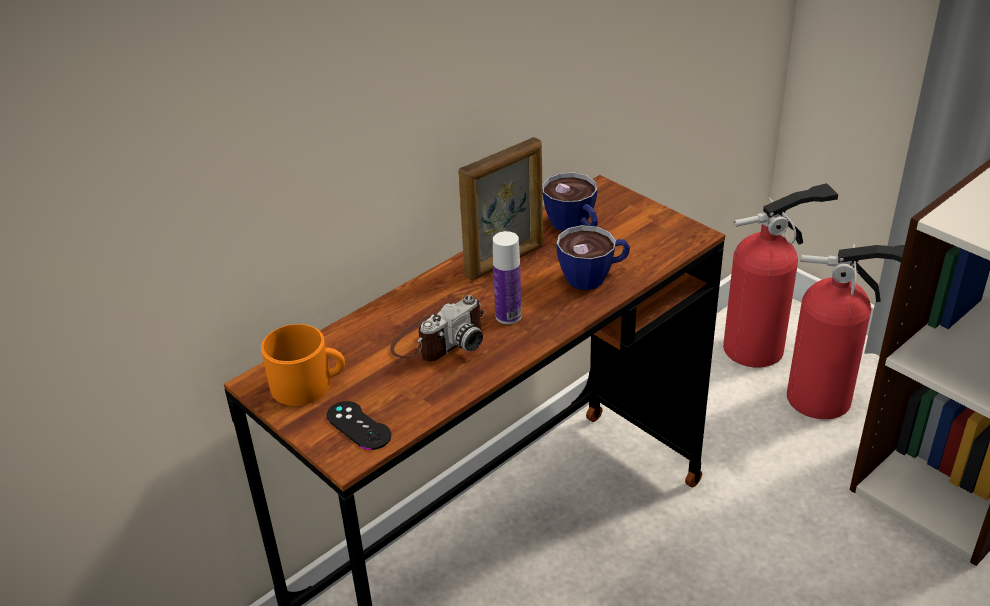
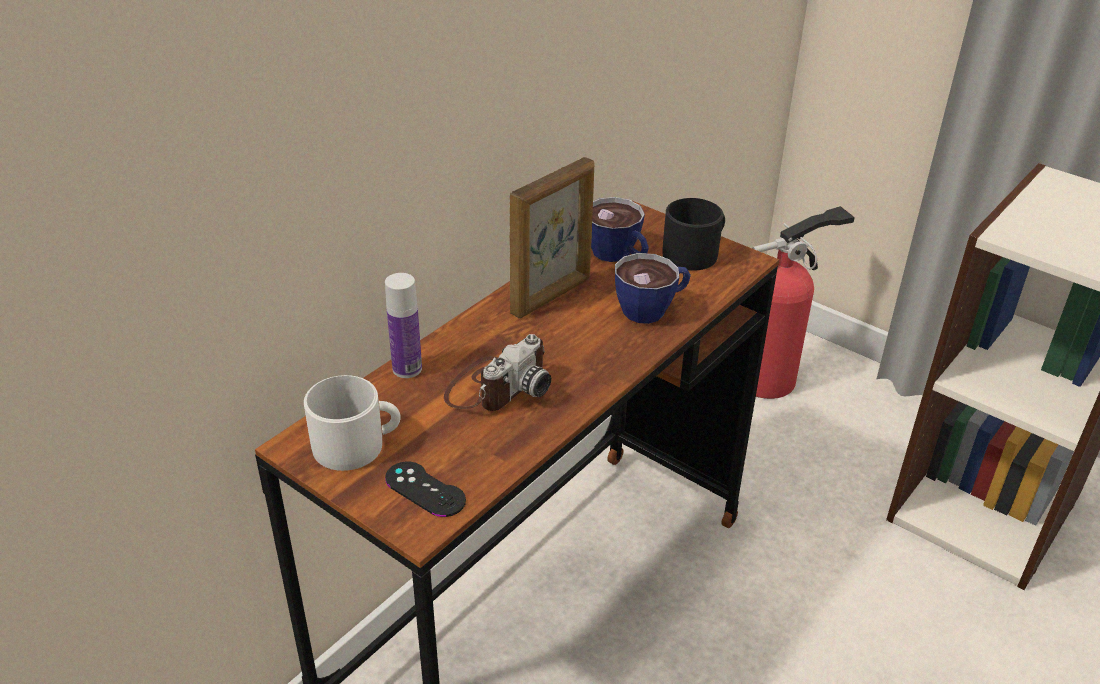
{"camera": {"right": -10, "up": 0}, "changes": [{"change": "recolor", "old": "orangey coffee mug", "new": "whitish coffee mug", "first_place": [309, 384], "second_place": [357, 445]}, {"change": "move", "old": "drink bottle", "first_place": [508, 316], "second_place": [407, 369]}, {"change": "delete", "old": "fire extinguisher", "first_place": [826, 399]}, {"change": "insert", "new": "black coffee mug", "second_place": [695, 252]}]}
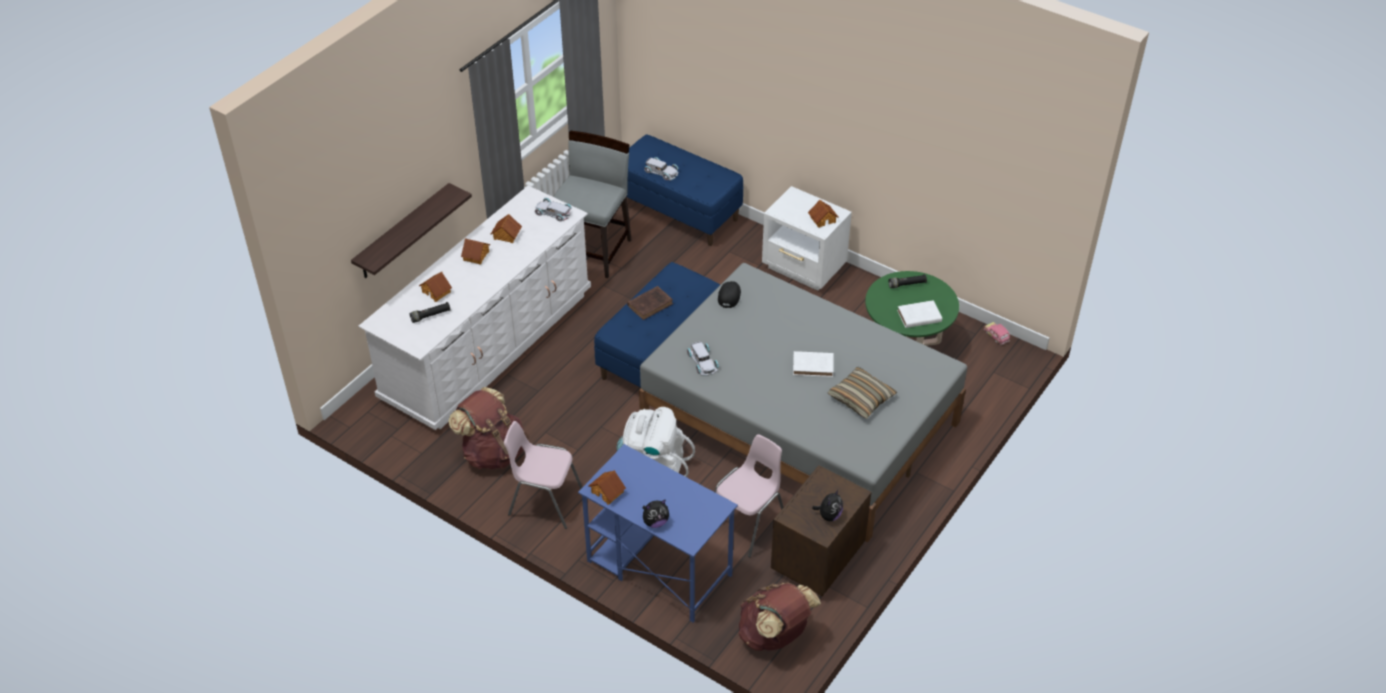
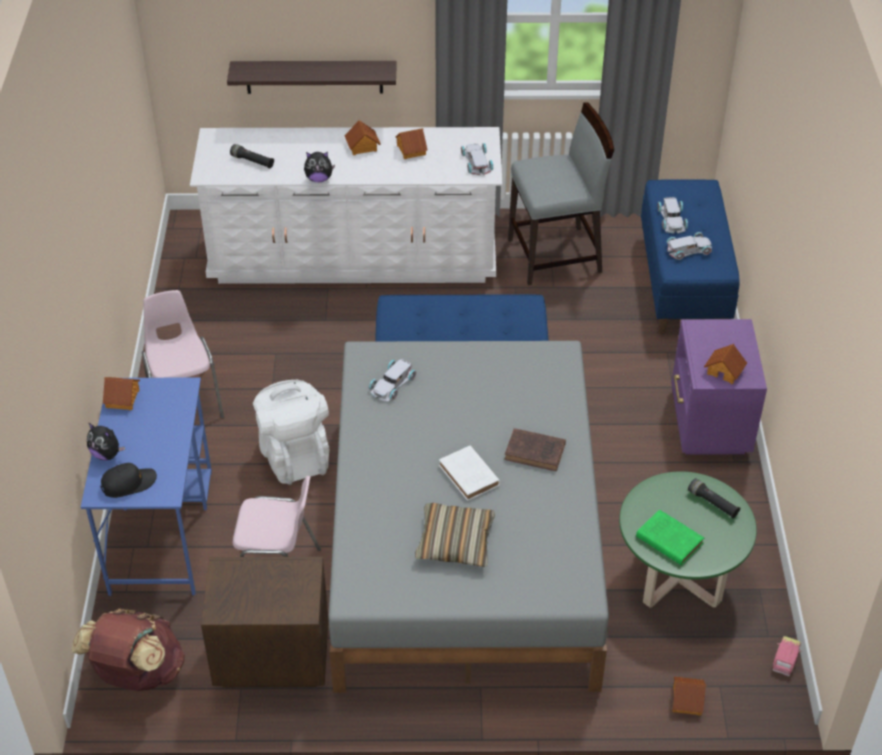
{"camera": {"right": 55, "up": 0}, "changes": [{"change": "move", "old": "model house", "first_place": [436, 291], "second_place": [687, 700]}, {"change": "delete", "old": "brownish knapsack", "first_place": [492, 452]}, {"change": "move", "old": "brownish book", "first_place": [651, 304], "second_place": [536, 452]}, {"change": "move", "old": "black baseball cap", "first_place": [729, 296], "second_place": [129, 483]}, {"change": "recolor", "old": "whitish night table", "new": "purplish night table", "first_place": [804, 268], "second_place": [708, 425]}, {"change": "move", "old": "plush toy", "first_place": [829, 515], "second_place": [319, 179]}, {"change": "recolor", "old": "whitish book", "new": "green book", "first_place": [918, 316], "second_place": [668, 539]}, {"change": "insert", "new": "whitish miniature car", "second_place": [689, 250]}]}
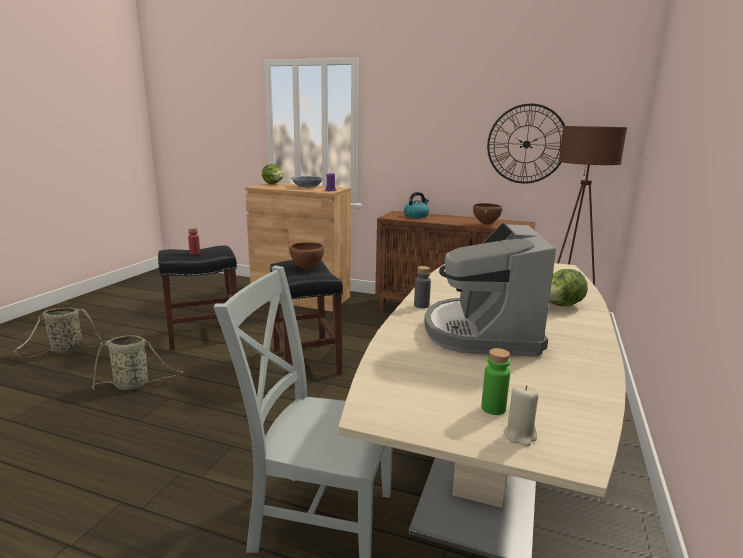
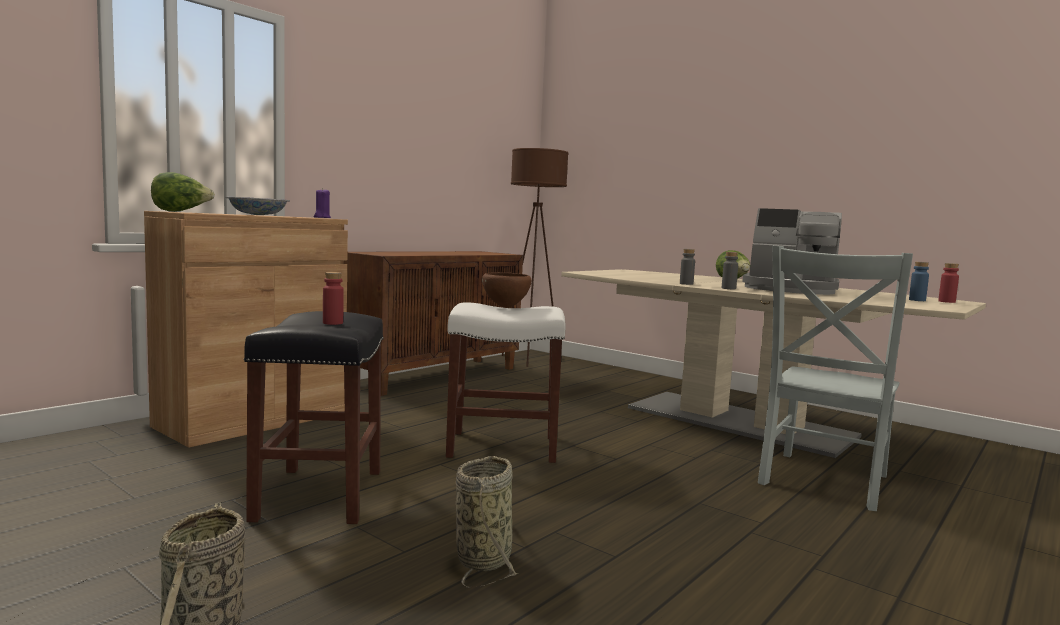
{"camera": {"right": -70, "up": -10}, "changes": [{"change": "recolor", "old": "black sitting stool", "new": "whitish sitting stool", "first_place": [305, 361], "second_place": [501, 447]}, {"change": "delete", "old": "kettle", "first_place": [416, 216]}, {"change": "delete", "old": "brownish serving bowl", "first_place": [486, 224]}, {"change": "recolor", "old": "green drink bottle", "new": "bluish drink bottle", "first_place": [493, 408], "second_place": [917, 300]}, {"change": "delete", "old": "clock on the wall", "first_place": [526, 144]}, {"change": "replace", "old": "beige wax light", "new": "red-coloured drink bottle", "first_place": [520, 435], "second_place": [946, 302]}, {"change": "insert", "new": "greyish drink bottle", "second_place": [686, 284]}]}
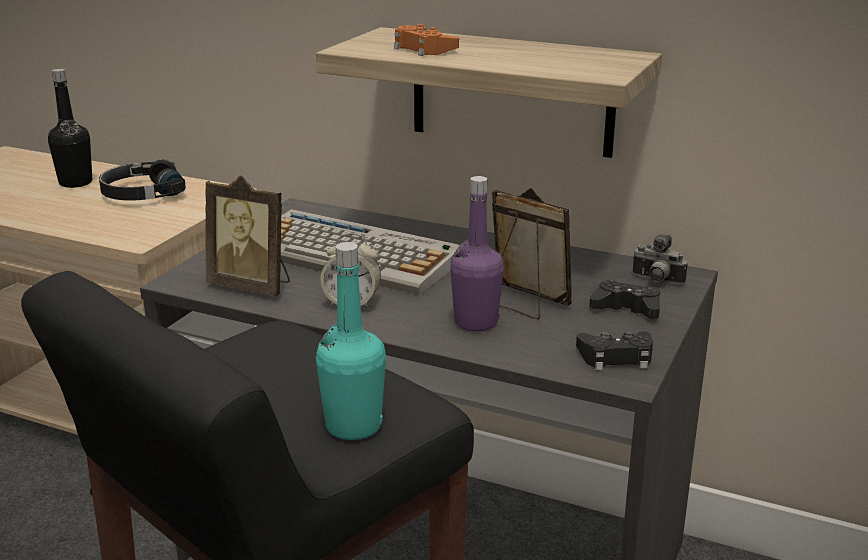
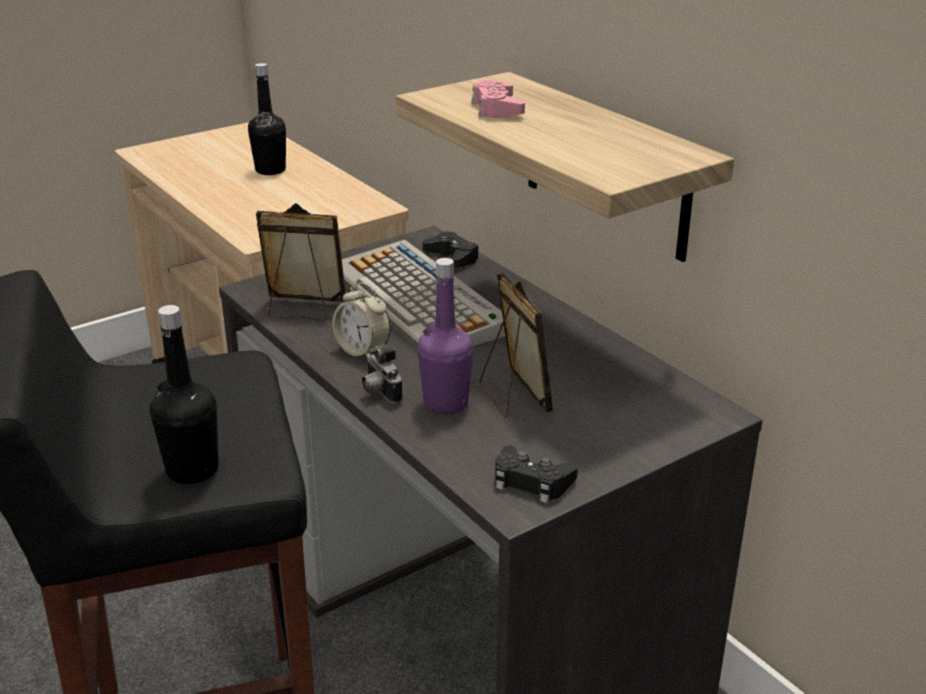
{"camera": {"right": 30, "up": 5}, "changes": [{"change": "delete", "old": "black pair of headphones", "first_place": [142, 193]}, {"change": "rotate", "old": "standing frame", "first_place": [252, 286], "second_place": [303, 309], "degrees": 135}, {"change": "recolor", "old": "blue-green drink bottle", "new": "black drink bottle", "first_place": [353, 426], "second_place": [192, 470]}, {"change": "recolor", "old": "orangey gamepad", "new": "pink-coloured gamepad", "first_place": [424, 49], "second_place": [496, 108]}, {"change": "move", "old": "black gamepad", "first_place": [626, 308], "second_place": [452, 257]}, {"change": "move", "old": "still camera", "first_place": [656, 281], "second_place": [379, 392]}]}
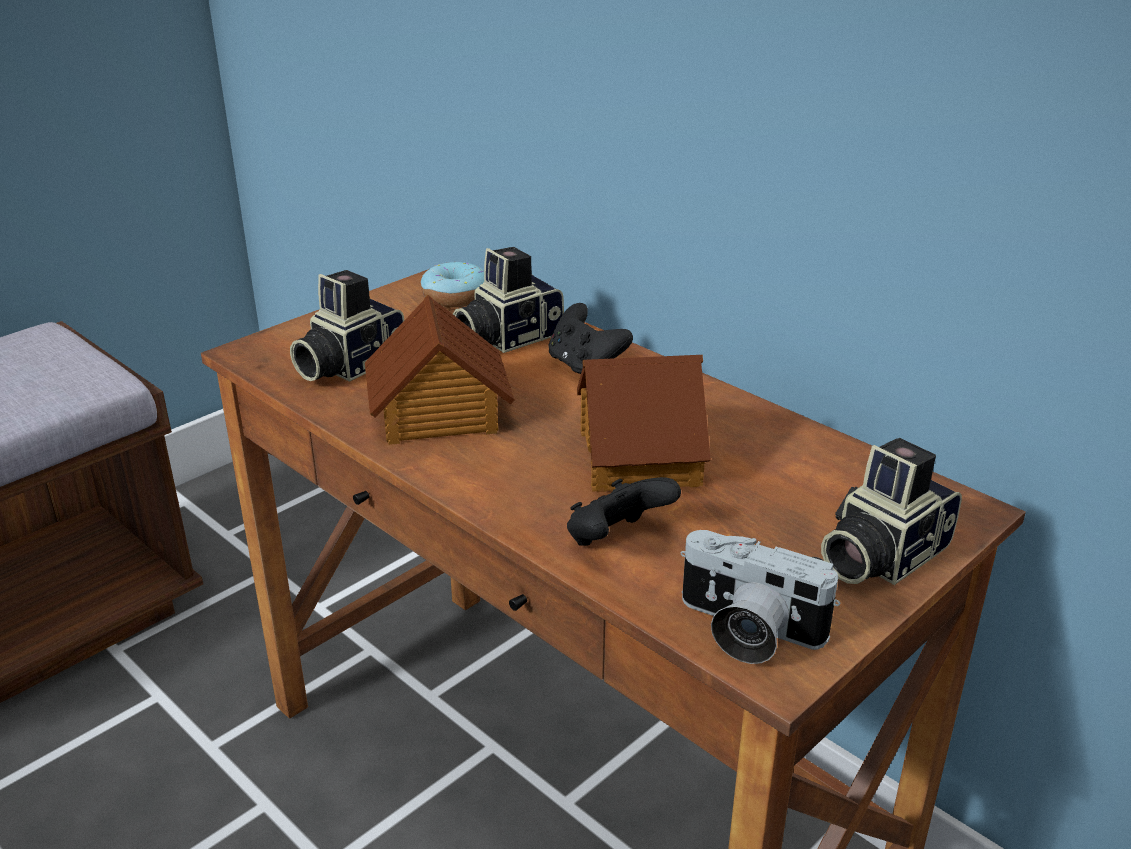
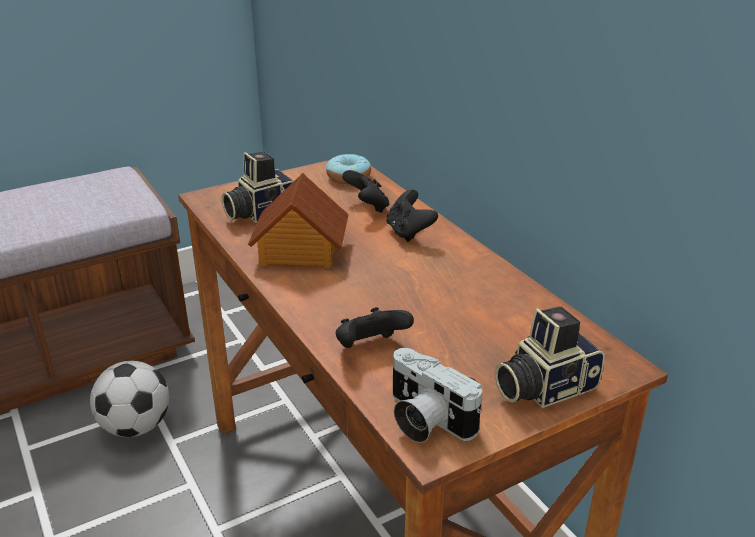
{"camera": {"right": 15, "up": 0}, "changes": [{"change": "replace", "old": "still camera", "new": "black gamepad", "first_place": [506, 337], "second_place": [367, 207]}, {"change": "delete", "old": "model house", "first_place": [641, 456]}, {"change": "insert", "new": "ball for football", "second_place": [136, 426]}]}
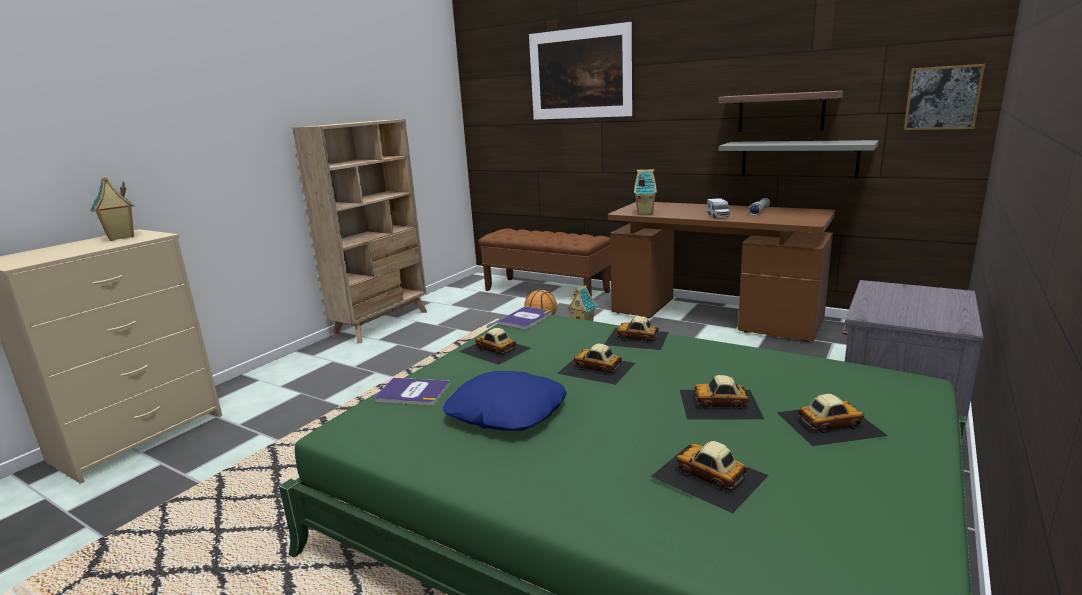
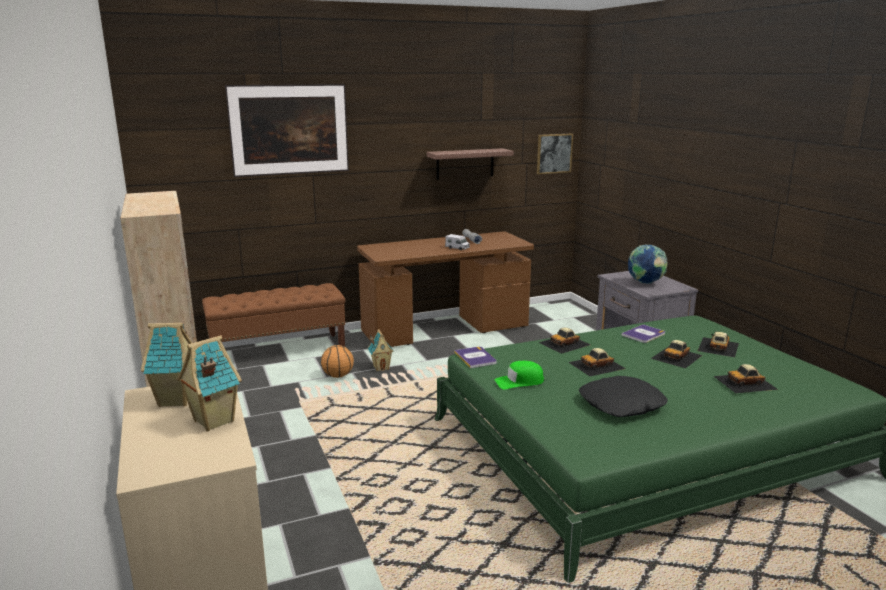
{"camera": {"right": -55, "up": 0}, "changes": [{"change": "move", "old": "book", "first_place": [412, 393], "second_place": [643, 334]}, {"change": "recolor", "old": "bluish cushion", "new": "black cushion", "first_place": [506, 412], "second_place": [622, 405]}, {"change": "replace", "old": "miniature car", "new": "green baseball cap", "first_place": [495, 350], "second_place": [519, 382]}, {"change": "move", "old": "model house", "first_place": [644, 213], "second_place": [212, 421]}, {"change": "delete", "old": "greyish wall shelf", "first_place": [798, 159]}, {"change": "insert", "new": "world globe", "second_place": [645, 283]}]}
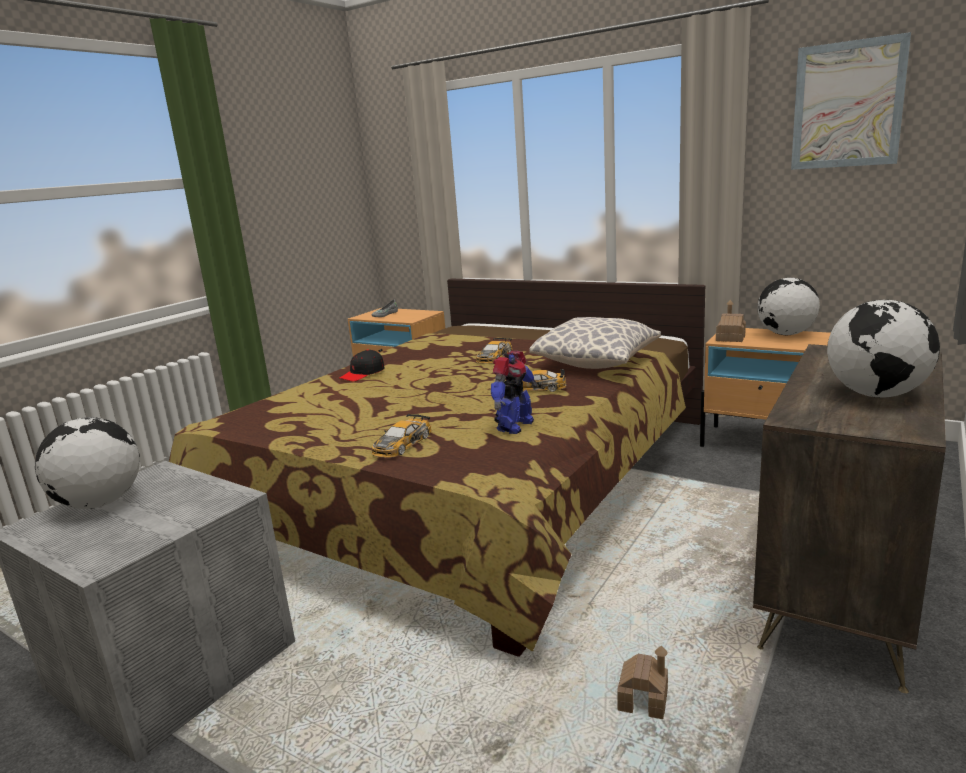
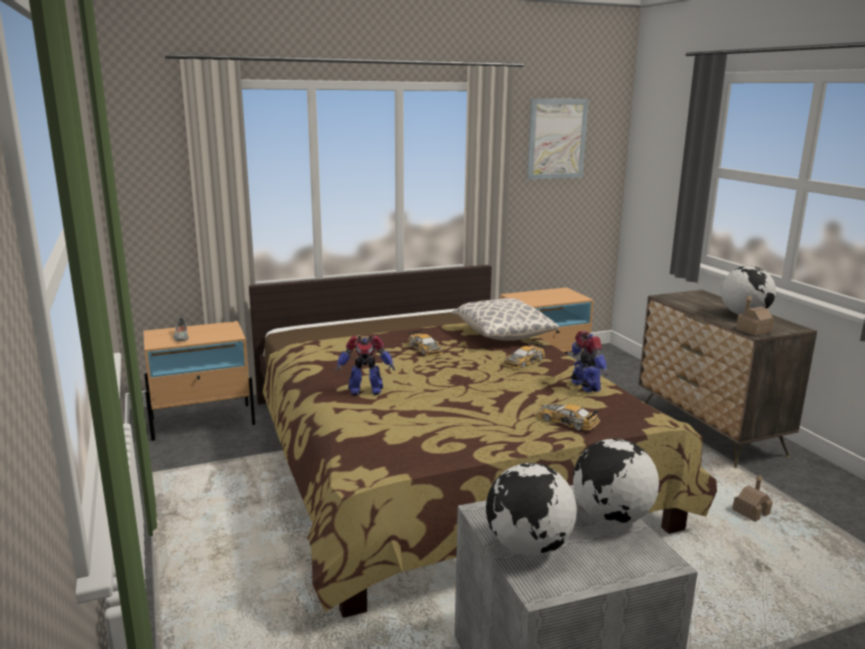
{"camera": {"right": -55, "up": 0}, "changes": [{"change": "replace", "old": "black baseball cap", "new": "robot figure", "first_place": [363, 374], "second_place": [365, 391]}, {"change": "rotate", "old": "miniature car", "first_place": [402, 444], "second_place": [567, 421], "degrees": 150}, {"change": "move", "old": "model house", "first_place": [730, 338], "second_place": [753, 331]}, {"change": "move", "old": "world globe", "first_place": [785, 334], "second_place": [611, 518]}]}
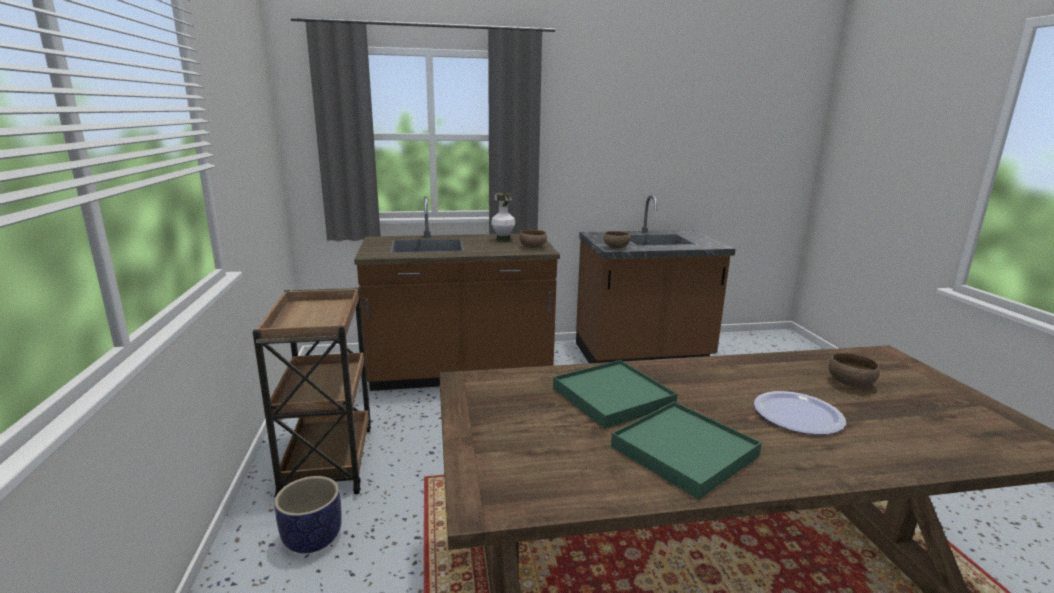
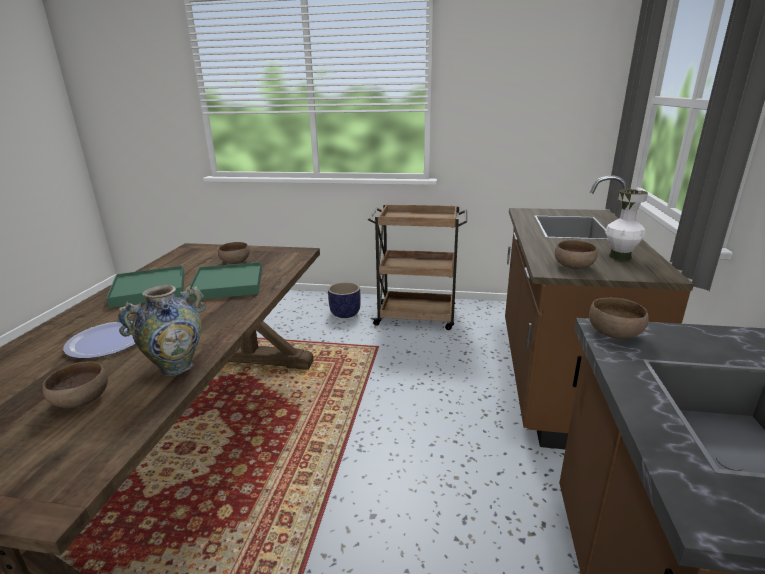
{"camera": {"right": 110, "up": 5}, "changes": [{"change": "insert", "new": "decorative vase", "second_place": [176, 367]}, {"change": "insert", "new": "brownish serving bowl", "second_place": [235, 262]}]}
